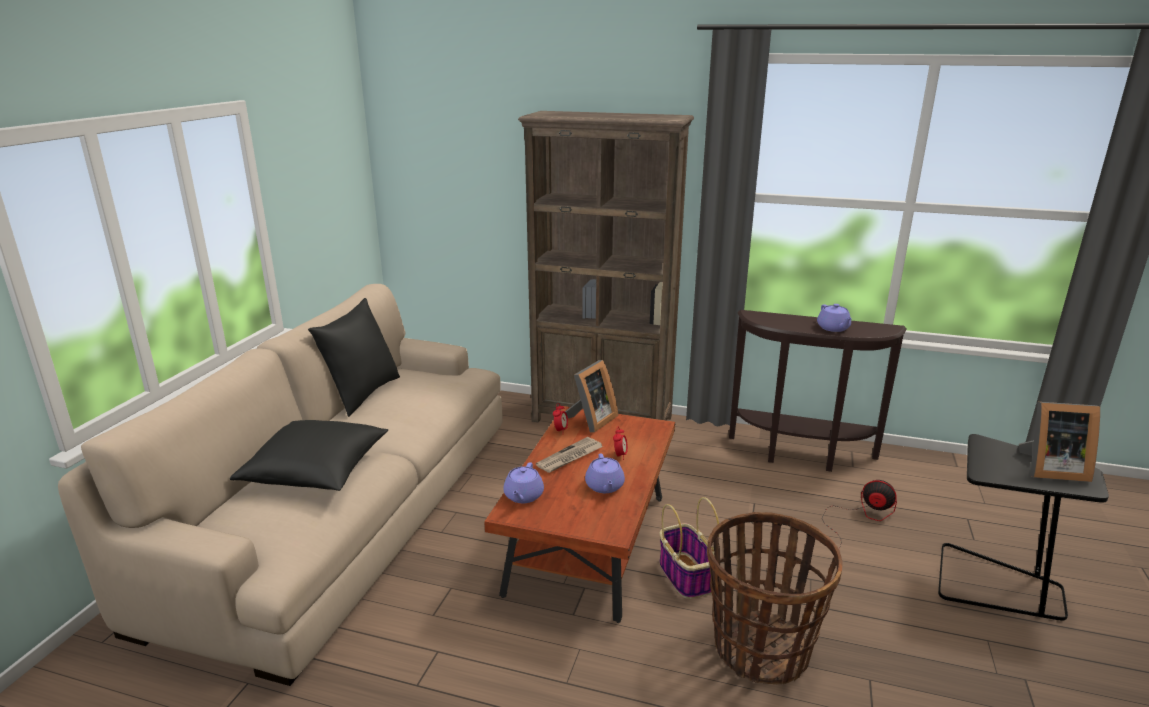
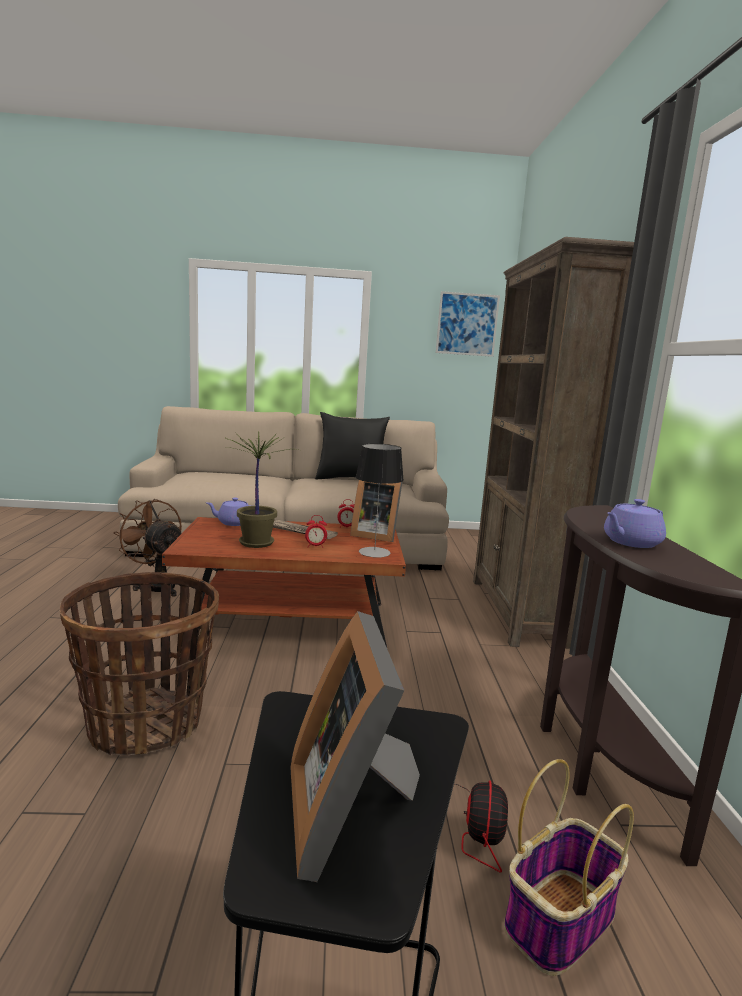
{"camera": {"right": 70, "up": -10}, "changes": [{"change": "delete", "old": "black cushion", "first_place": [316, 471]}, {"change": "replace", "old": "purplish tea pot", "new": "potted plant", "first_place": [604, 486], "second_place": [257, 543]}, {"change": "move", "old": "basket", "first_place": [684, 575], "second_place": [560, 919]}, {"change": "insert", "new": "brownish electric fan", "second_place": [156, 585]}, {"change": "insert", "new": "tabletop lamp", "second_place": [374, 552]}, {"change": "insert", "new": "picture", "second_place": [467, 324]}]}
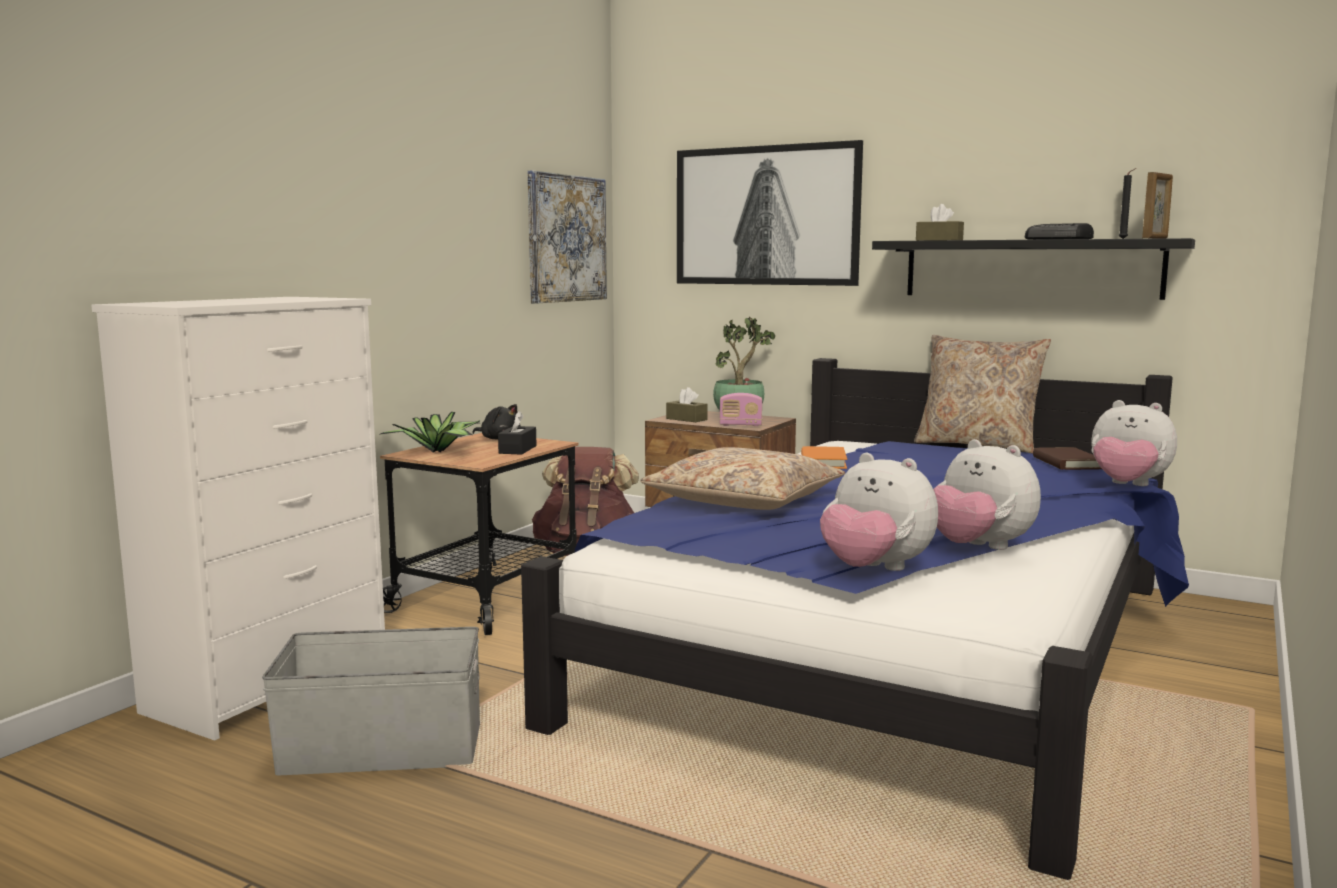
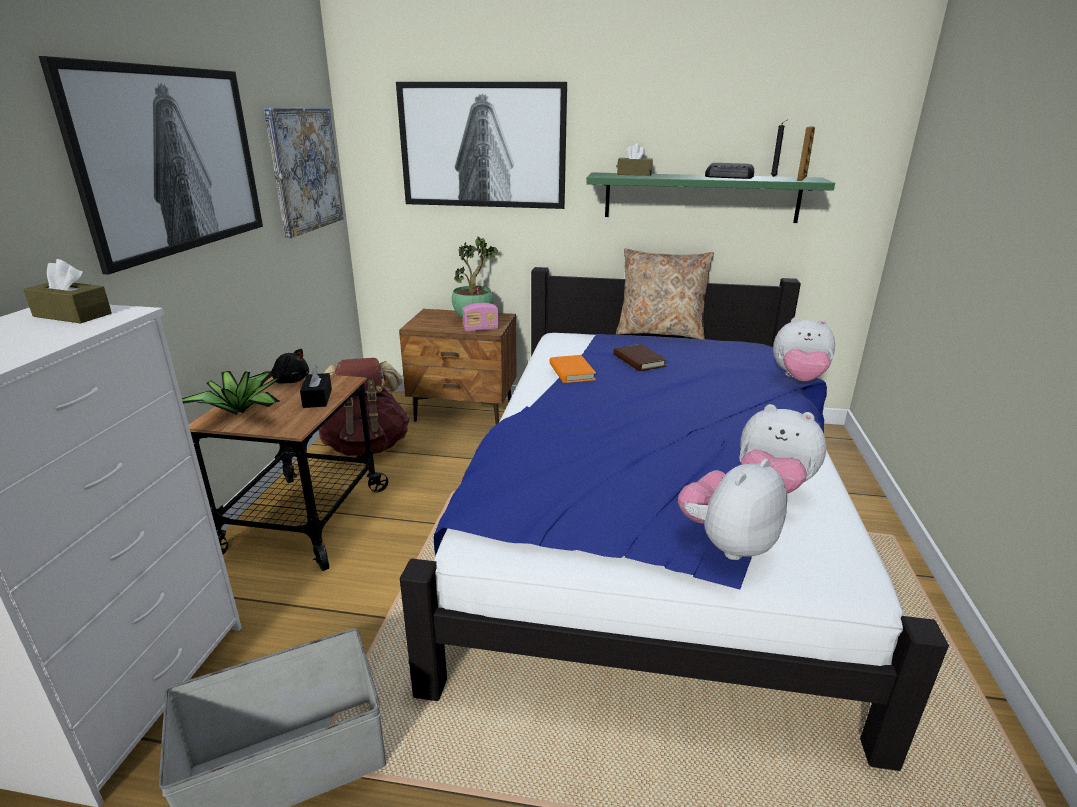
{"camera": {"right": -20, "up": 15}, "changes": [{"change": "delete", "old": "beige cushion", "first_place": [744, 500]}, {"change": "move", "old": "brownish box of tissues", "first_place": [686, 419], "second_place": [72, 315]}, {"change": "rotate", "old": "plush toy", "first_place": [875, 569], "second_place": [727, 544], "degrees": 120}, {"change": "recolor", "old": "black wall shelf", "new": "green wall shelf", "first_place": [1030, 269], "second_place": [701, 197]}, {"change": "move", "old": "brownish book", "first_place": [1066, 463], "second_place": [639, 360]}, {"change": "insert", "new": "picture", "second_place": [173, 160]}]}
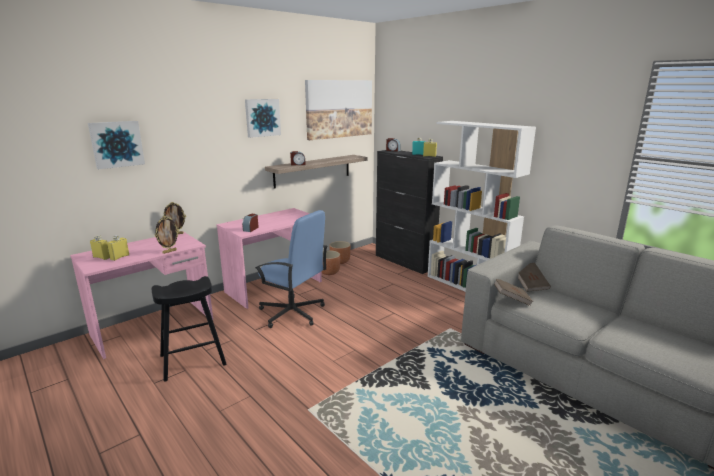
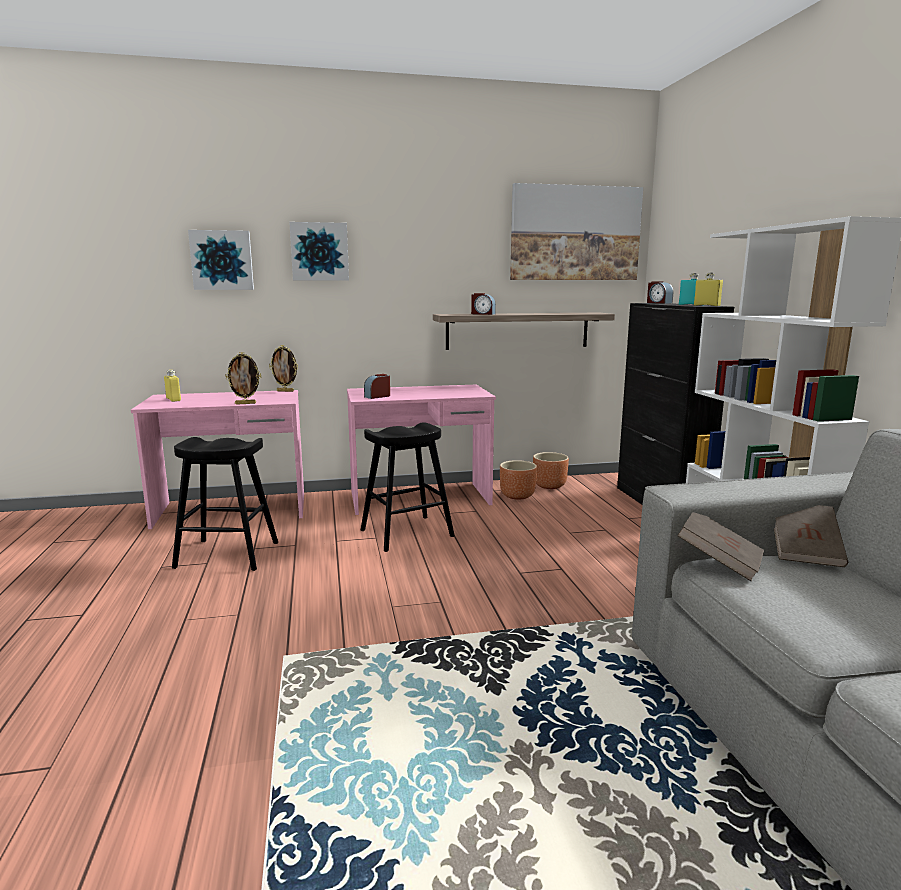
{"camera": {"right": 30, "up": -5}, "changes": [{"change": "delete", "old": "yellow drink bottle", "first_place": [120, 257]}, {"change": "move", "old": "picture", "first_place": [262, 117], "second_place": [319, 252]}, {"change": "replace", "old": "bluish desk chair", "new": "black sitting stool", "first_place": [292, 313], "second_place": [407, 533]}]}
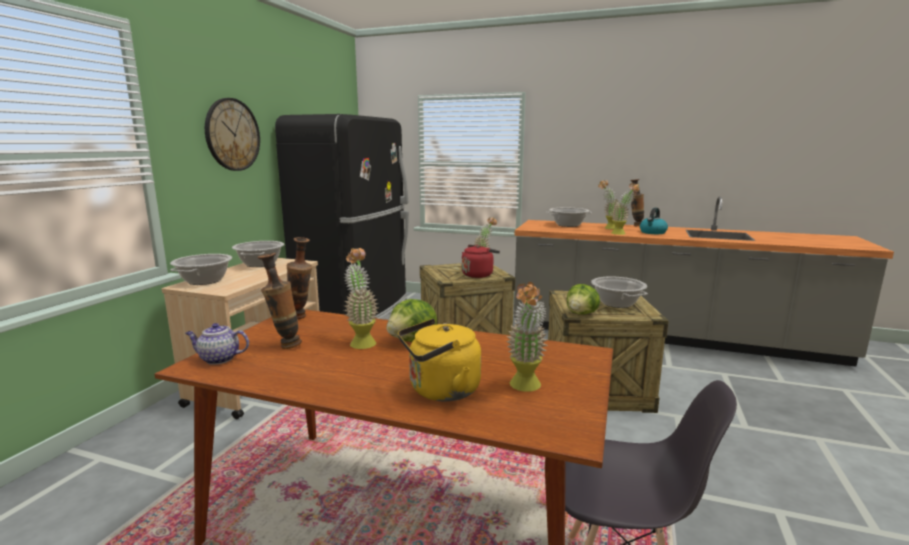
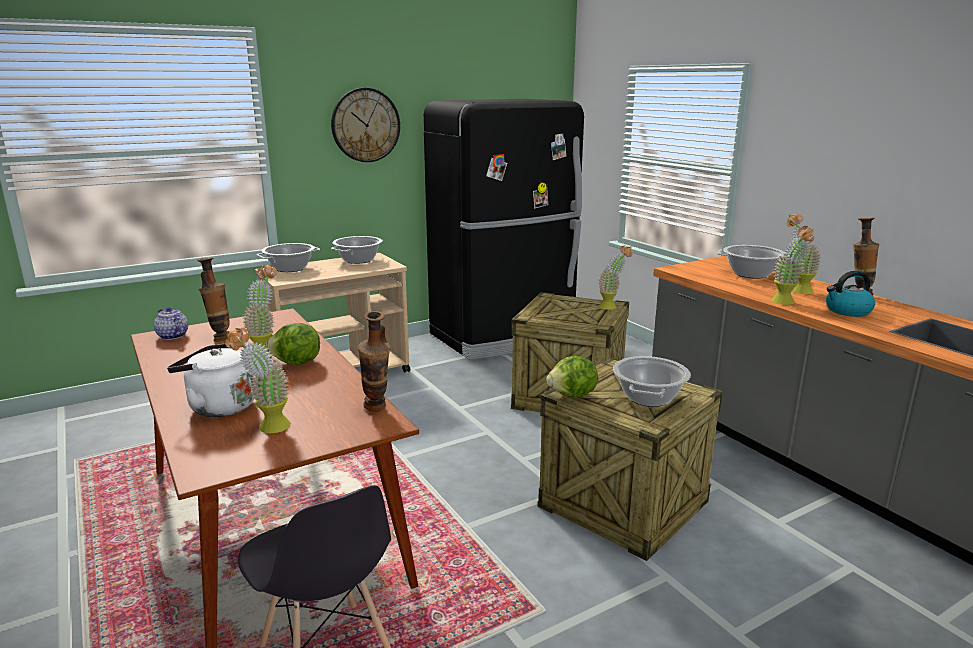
{"camera": {"right": 40, "up": 5}, "changes": [{"change": "move", "old": "decorative vase", "first_place": [301, 318], "second_place": [377, 410]}, {"change": "recolor", "old": "yellow kettle", "new": "whitish kettle", "first_place": [440, 391], "second_place": [218, 407]}, {"change": "delete", "old": "red-coloured kettle", "first_place": [478, 274]}]}
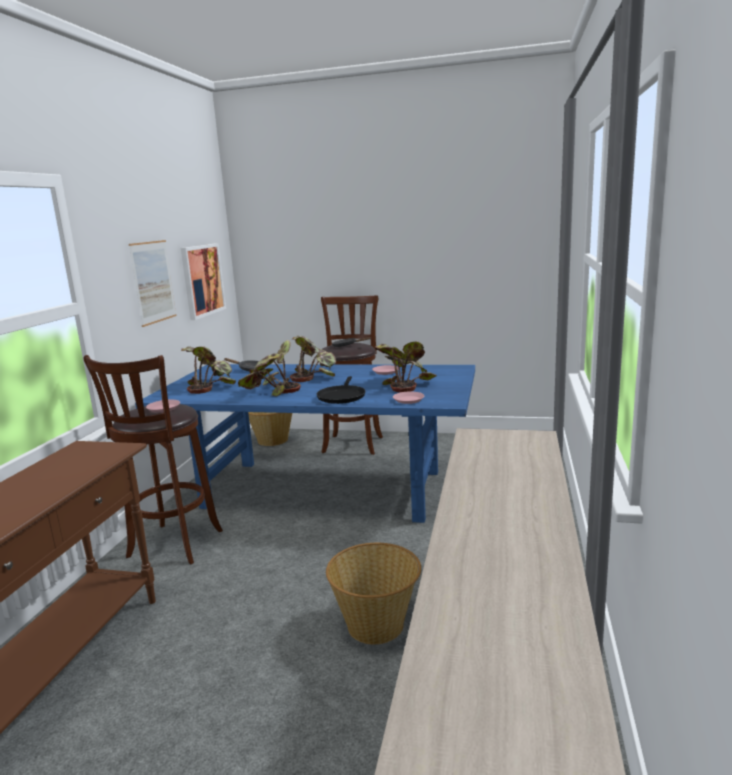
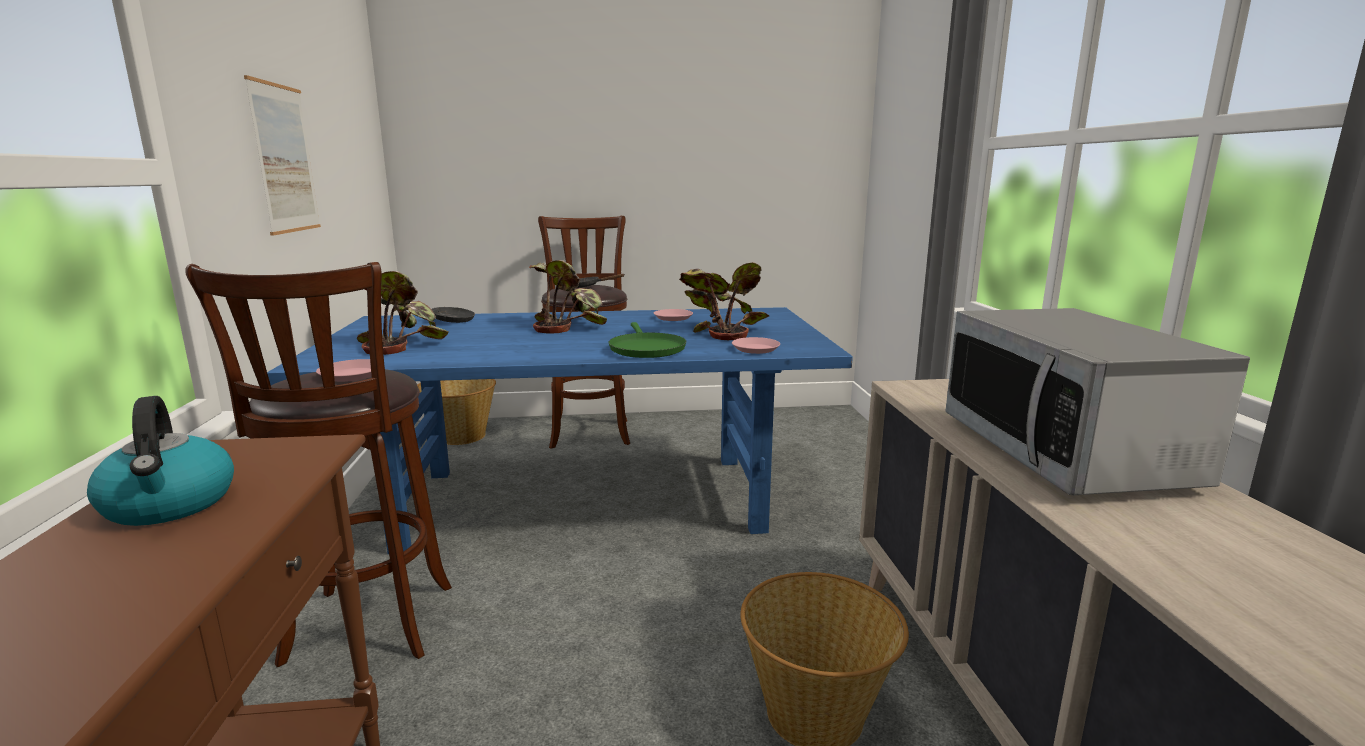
{"camera": {"right": -20, "up": 0}, "changes": [{"change": "delete", "old": "picture", "first_place": [202, 280]}, {"change": "delete", "old": "potted plant", "first_place": [270, 392]}, {"change": "recolor", "old": "black skillet", "new": "green skillet", "first_place": [341, 396], "second_place": [646, 348]}, {"change": "insert", "new": "kettle", "second_place": [170, 504]}, {"change": "insert", "new": "kitchen microwave", "second_place": [1064, 452]}]}
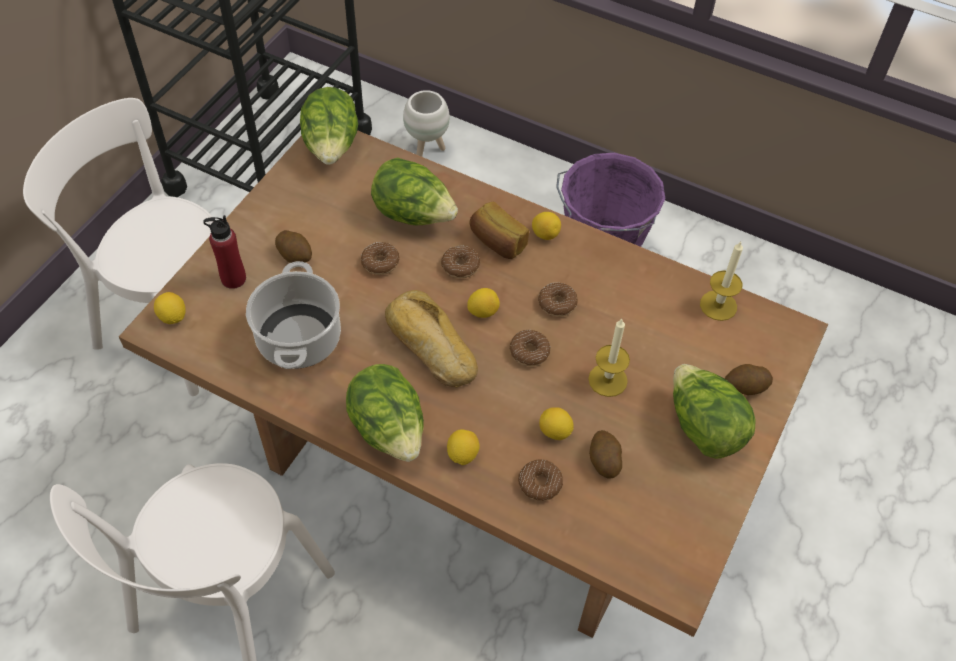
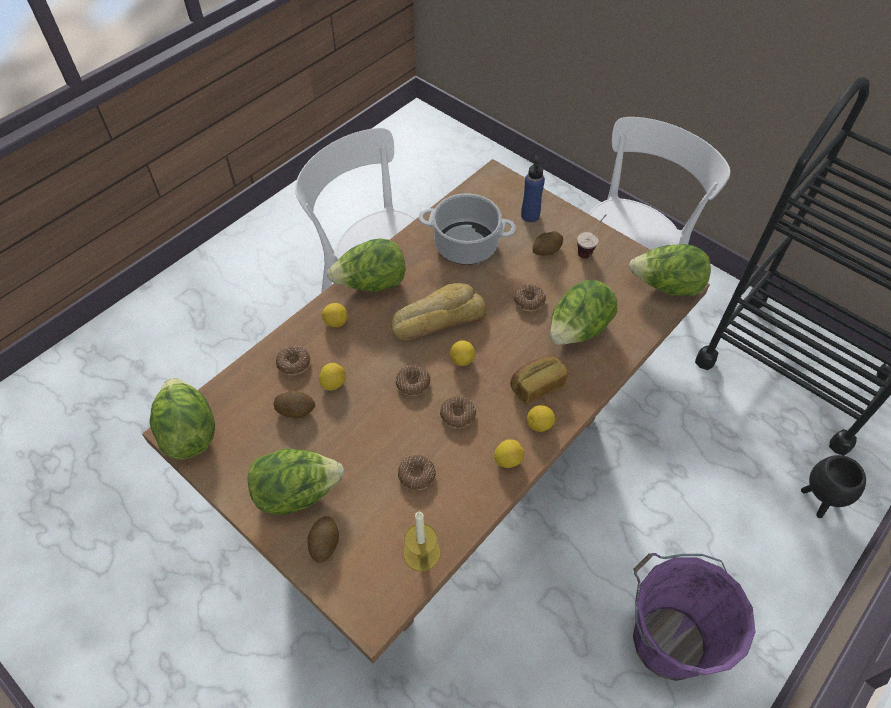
{"camera": {"right": 105, "up": 0}, "changes": [{"change": "move", "old": "lemon", "first_place": [173, 317], "second_place": [508, 460]}, {"change": "recolor", "old": "red-coloured drink bottle", "new": "bluish drink bottle", "first_place": [233, 278], "second_place": [530, 215]}, {"change": "recolor", "old": "whitish flower pot", "new": "black flower pot", "first_place": [427, 149], "second_place": [818, 501]}, {"change": "move", "old": "donut", "first_place": [460, 266], "second_place": [416, 475]}, {"change": "delete", "old": "wax light", "first_place": [607, 380]}, {"change": "insert", "new": "lettuce", "second_place": [188, 432]}, {"change": "insert", "new": "small cup", "second_place": [589, 249]}]}
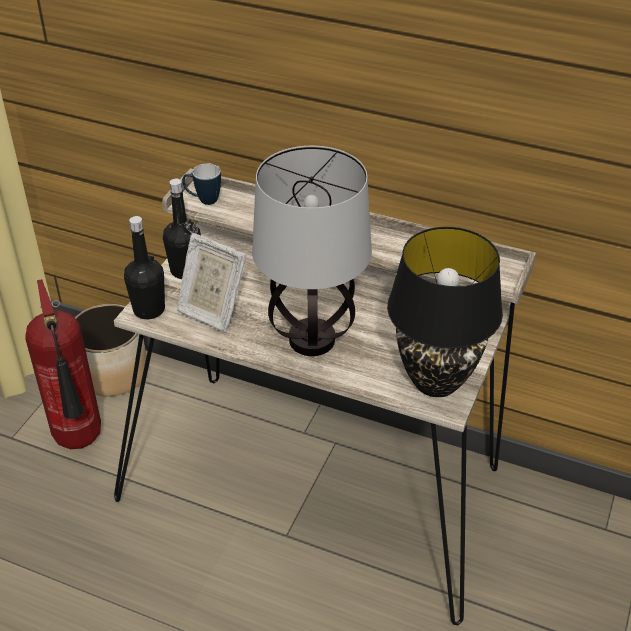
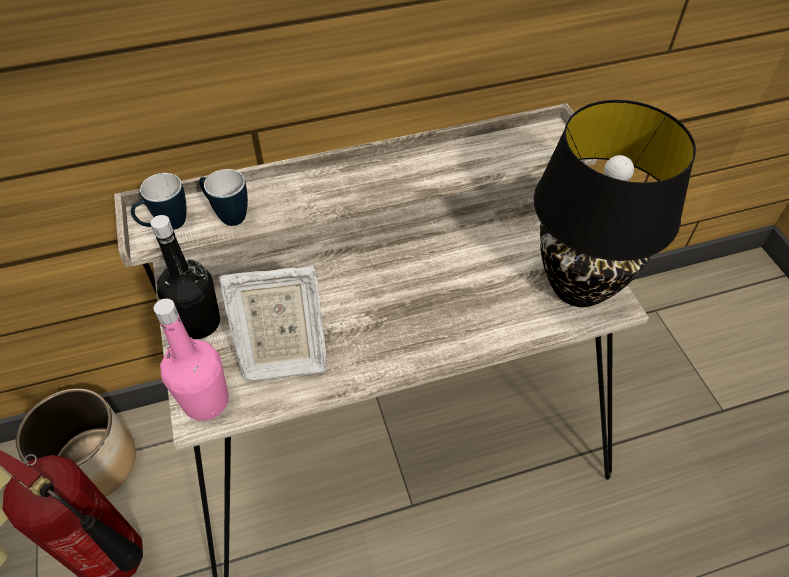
{"camera": {"right": -40, "up": 10}, "changes": [{"change": "recolor", "old": "black drink bottle", "new": "pink-coloured drink bottle", "first_place": [149, 310], "second_place": [206, 401]}, {"change": "delete", "old": "tabletop lamp", "first_place": [312, 339]}, {"change": "insert", "new": "coffee mug", "second_place": [227, 215]}]}
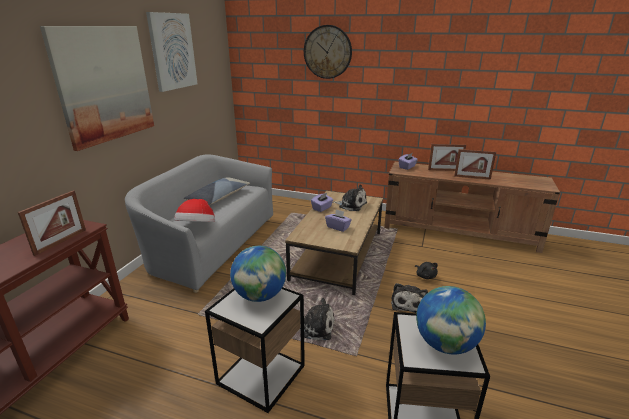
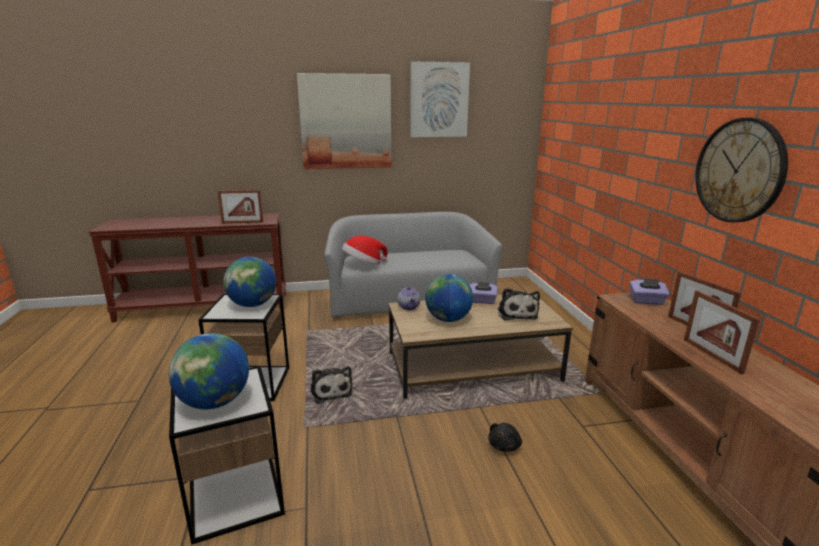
{"camera": {"right": 60, "up": -5}, "changes": [{"change": "delete", "old": "cushion", "first_place": [218, 197]}, {"change": "move", "old": "clock on the wall", "first_place": [327, 52], "second_place": [739, 171]}, {"change": "replace", "old": "purplish box of tissues", "new": "world globe", "first_place": [338, 227], "second_place": [448, 319]}, {"change": "delete", "old": "plush toy", "first_place": [408, 303]}, {"change": "insert", "new": "tea pot", "second_place": [409, 307]}]}
